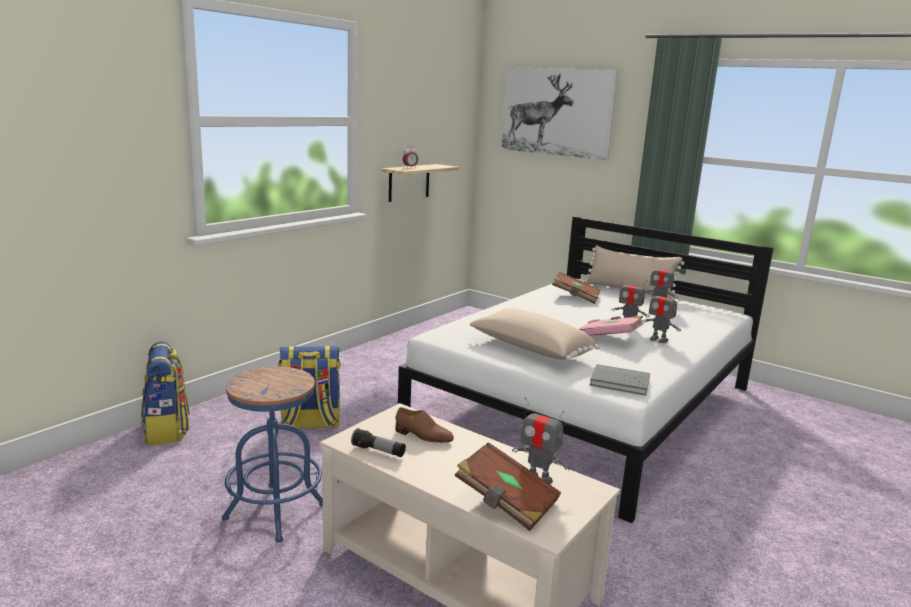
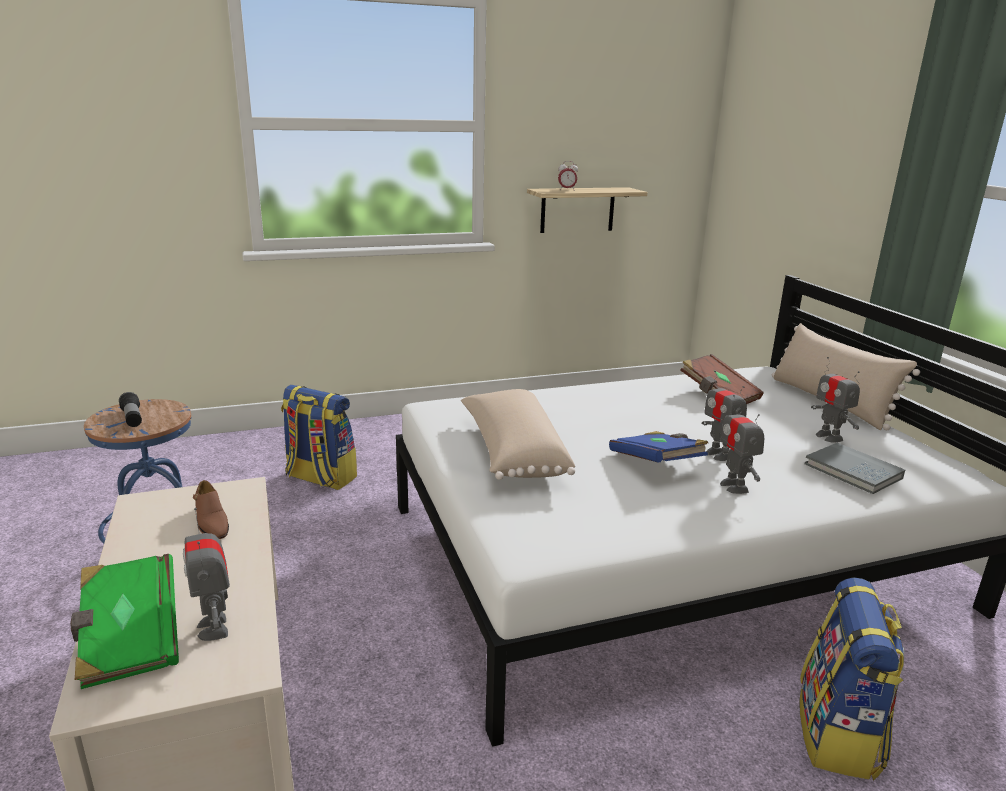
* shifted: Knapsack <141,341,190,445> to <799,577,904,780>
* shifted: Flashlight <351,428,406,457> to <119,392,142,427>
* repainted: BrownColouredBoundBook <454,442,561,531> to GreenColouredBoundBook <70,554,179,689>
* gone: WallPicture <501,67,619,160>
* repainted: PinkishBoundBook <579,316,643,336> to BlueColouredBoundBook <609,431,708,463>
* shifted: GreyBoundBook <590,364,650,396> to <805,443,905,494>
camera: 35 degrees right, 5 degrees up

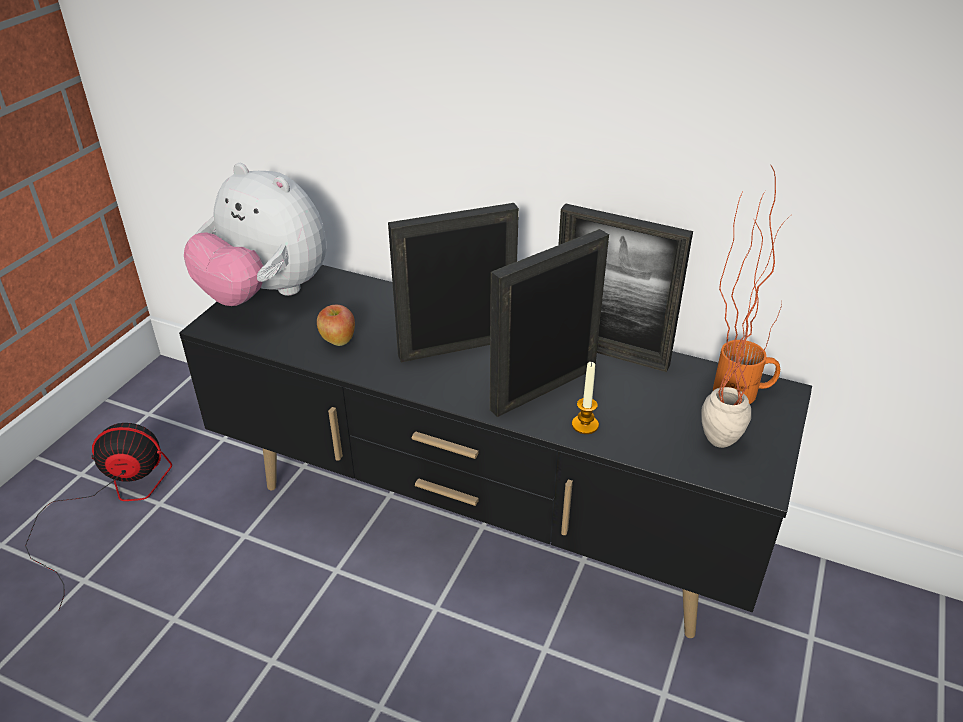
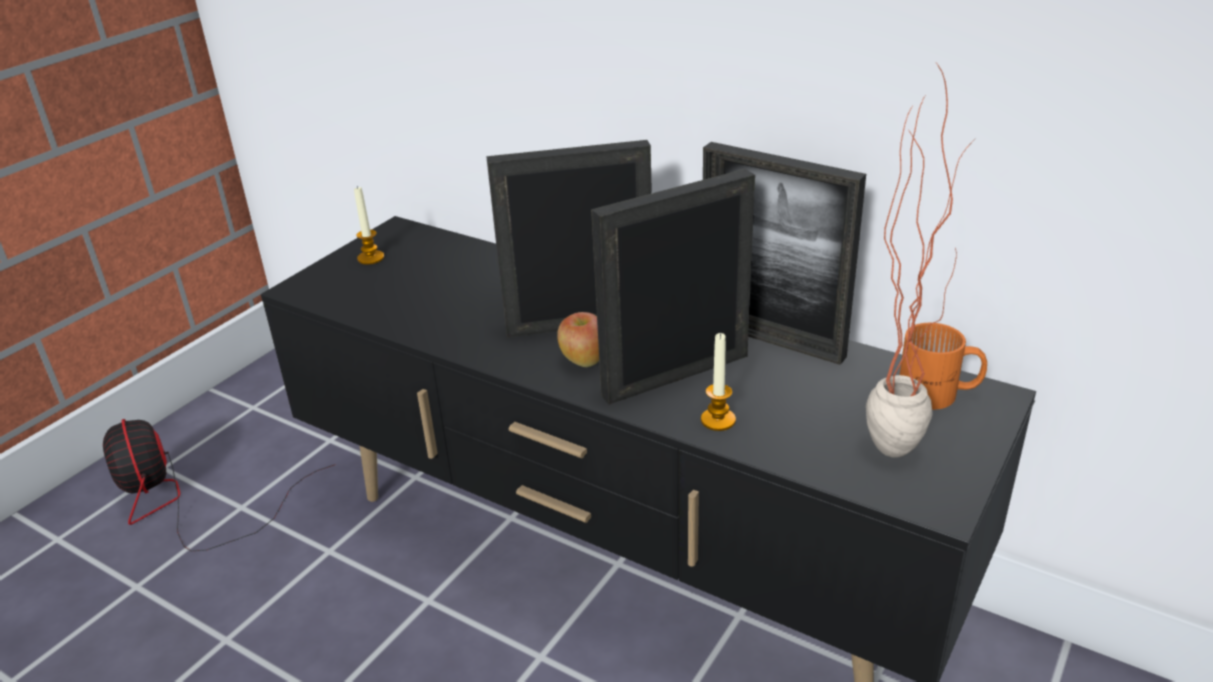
* rotated: ElectricFan <25,423,172,610> = <103,419,335,551> 120 degrees counterclockwise
* swapped: SoftToy <184,163,327,306> to Candle <354,186,384,265>
* shifted: WholeApple <317,305,355,346> to <557,312,599,367>
camera: 10 degrees right, 5 degrees down

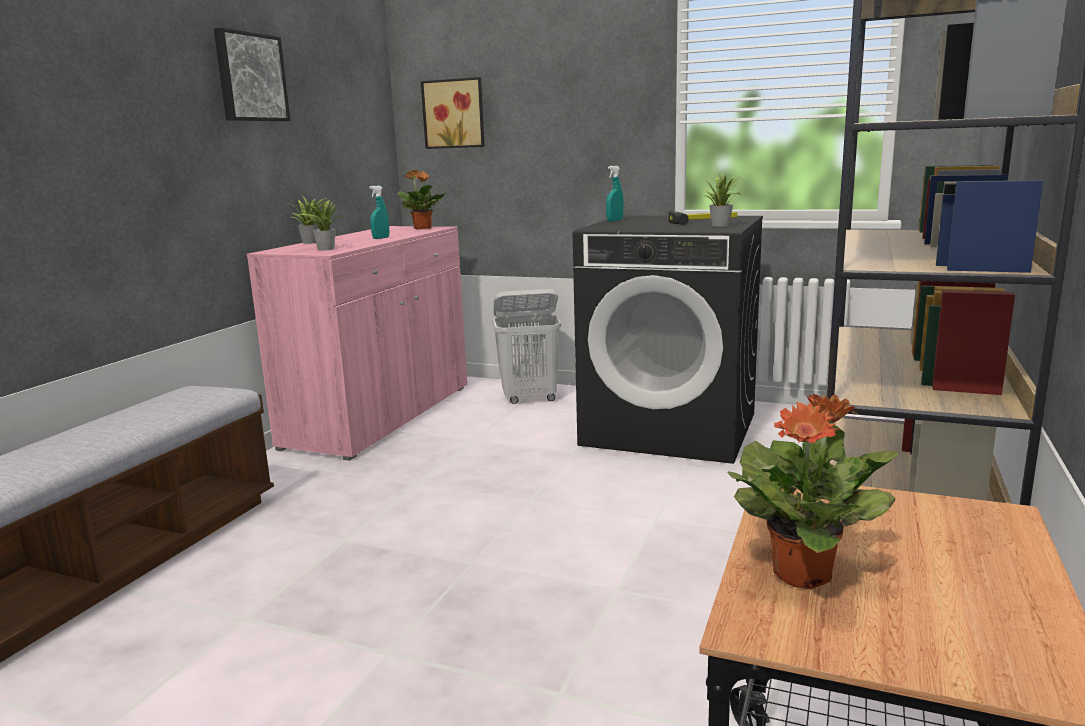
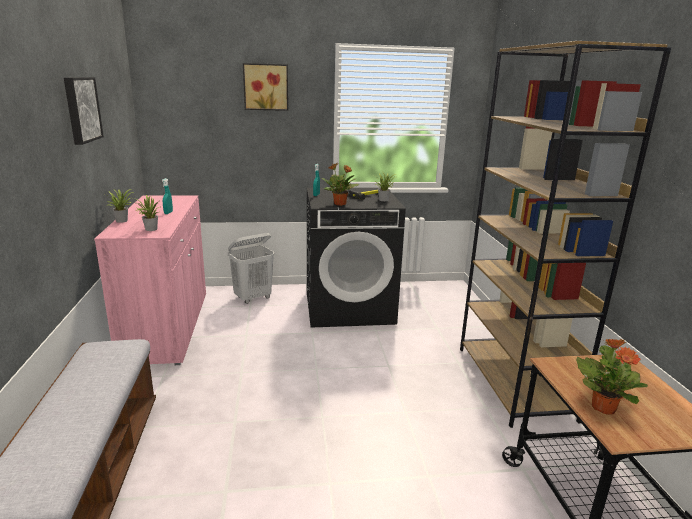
* shifted: PlantInAPot <398,170,446,229> to <322,163,359,206>
* shifted: WallPicture <421,77,485,149> to <243,63,288,111>
camera: 30 degrees left, 5 degrees up

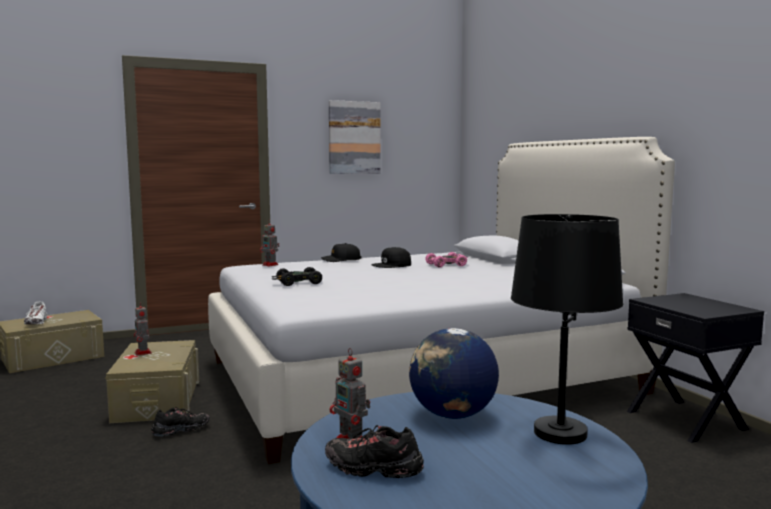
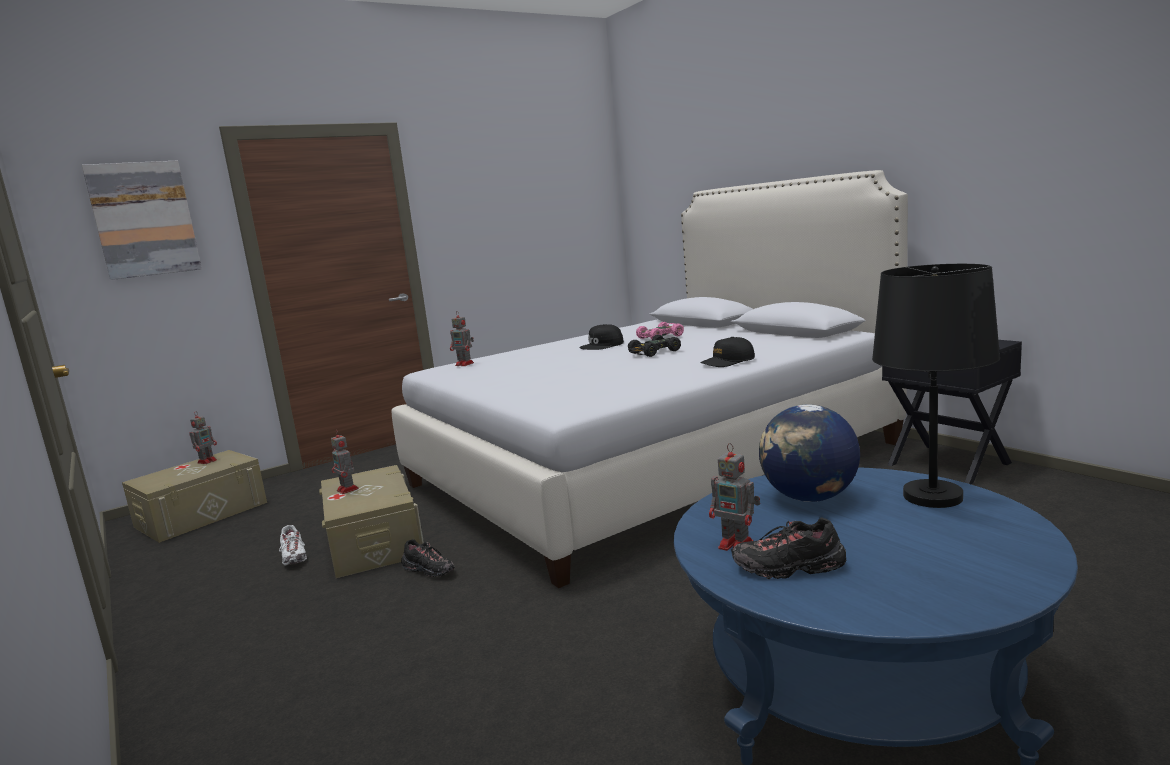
* shifted: WhiteItemOfFootwear <24,301,47,325> to <279,525,307,566>
* rotated: BlackishItemOfFootwear <151,407,210,437> = <401,539,455,577> 75 degrees clockwise
* shifted: BlackishModelCar <271,267,322,286> to <628,335,681,357>
* shifted: BlackishPeakedCap <321,243,361,262> to <700,337,755,367>
* shifted: WallPicture <329,100,381,174> to <82,160,202,280>
* new: ModelRobot <189,411,217,464>
camera: 10 degrees left, 5 degrees up

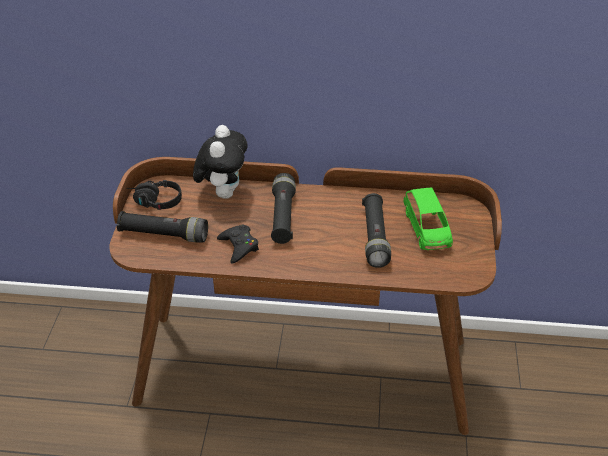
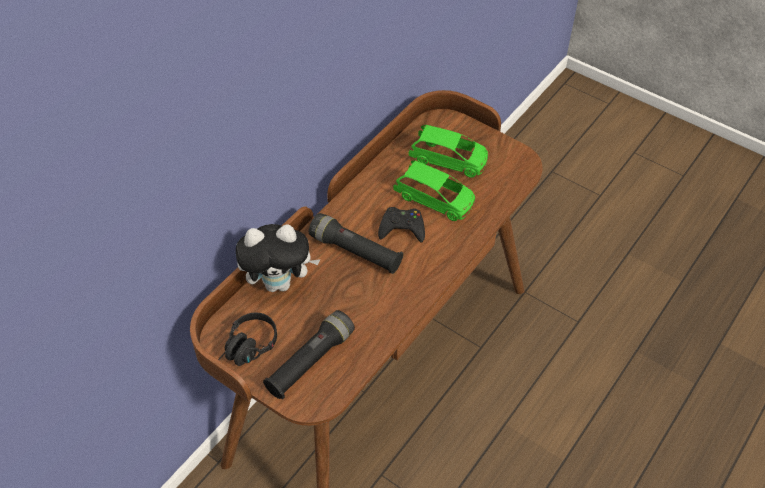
* rotated: SoftToy <193,125,247,199> = <236,224,321,292> 135 degrees clockwise
* shifted: BlackishJoypad <217,225,259,263> to <378,207,425,243>
* swapped: BlackishFlashlight <362,193,391,268> to GreenColouredModelCar <393,160,475,221>
camera: 60 degrees left, 10 degrees up

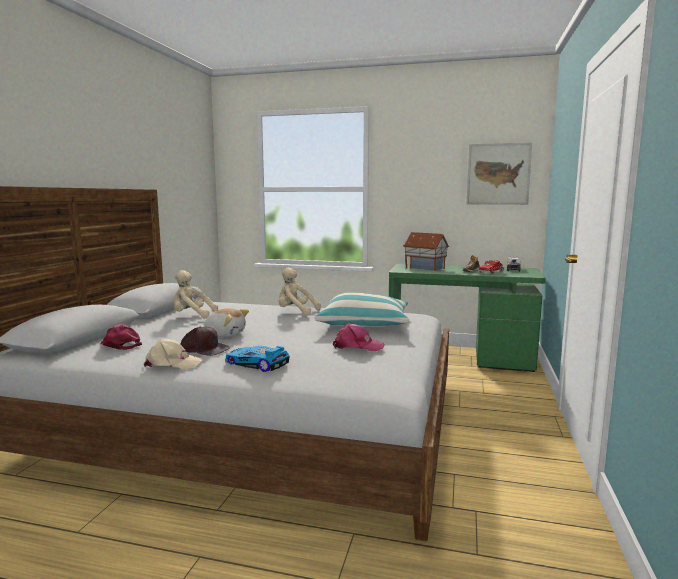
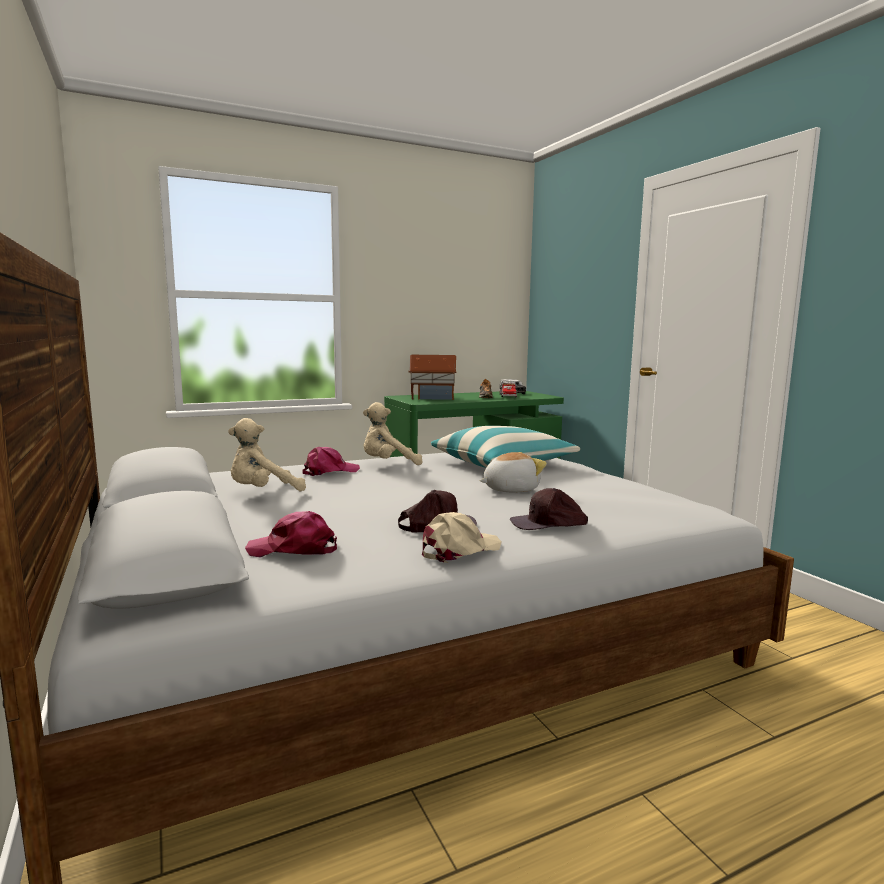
* shifted: SoftToy <203,308,249,337> to <480,452,547,492>
* swapped: ModelCar <225,345,290,372> to BrownColouredPeakedCap <510,488,588,530>
* shifted: PinkishPeakedCap <333,324,385,352> to <303,447,360,476>
* gone: WallPicture <467,143,532,205>
camera: 40 degrees left, 0 degrees up

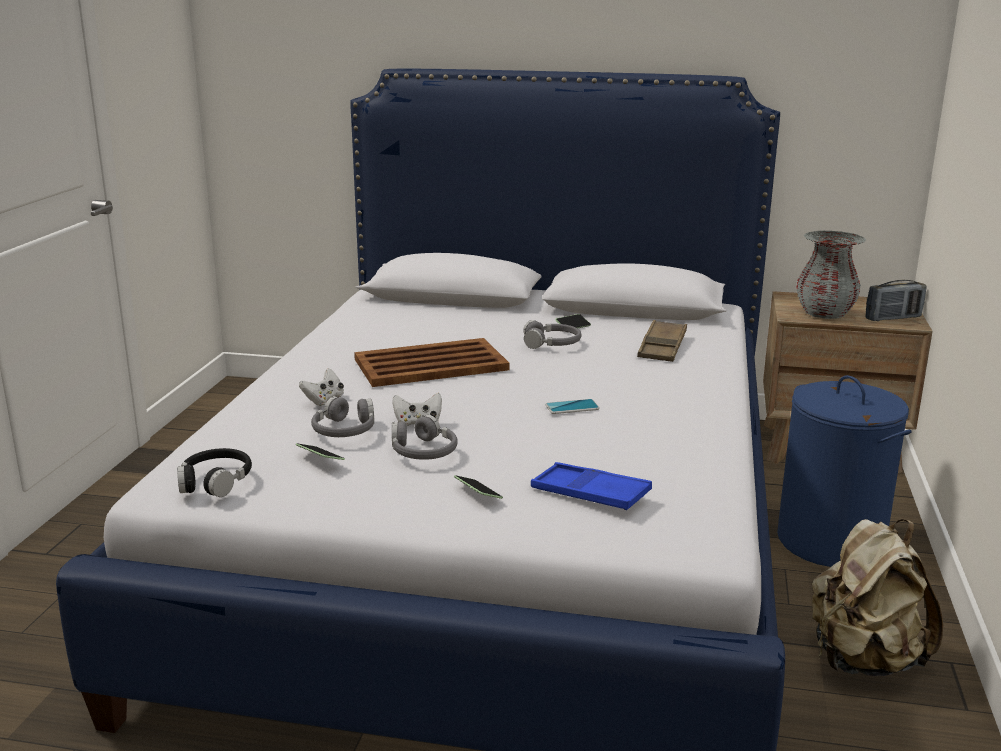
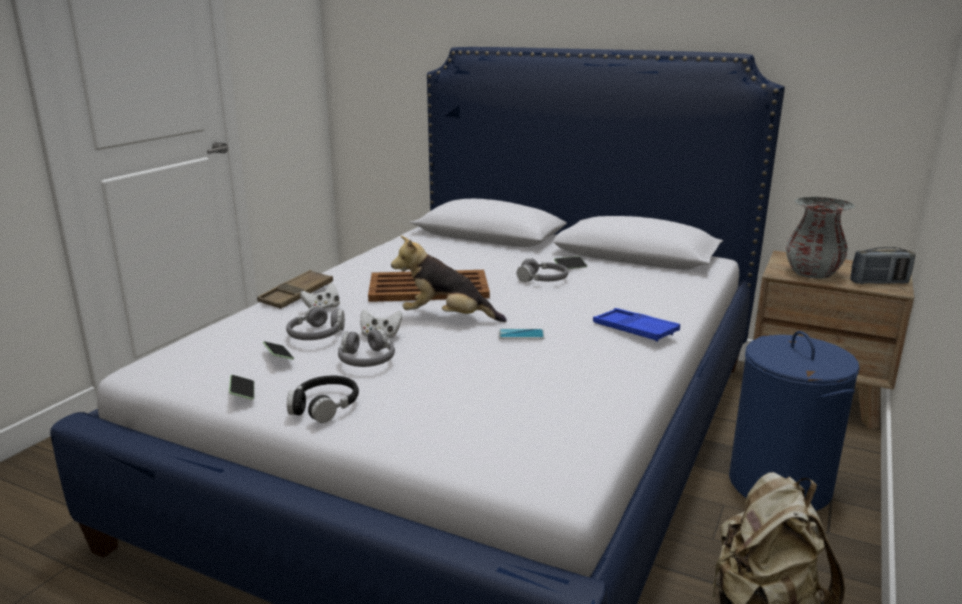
* shifted: BlackishHeadphones <177,448,252,497> to <287,376,359,423>
* shifted: Telephone <454,475,503,499> to <229,375,254,400>
* shifted: BlueColouredServingTray <531,462,652,510> to <593,308,680,342>
* shifted: BrownColouredServingTray <637,320,687,362> to <257,270,333,309>
* new: SoftToy <391,236,507,322>
camera: 15 degrees right, 0 degrees up

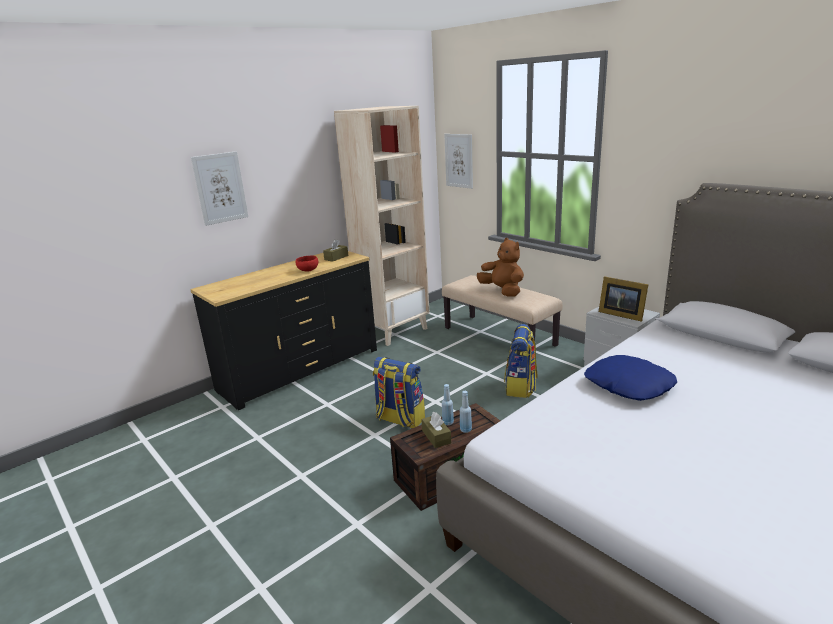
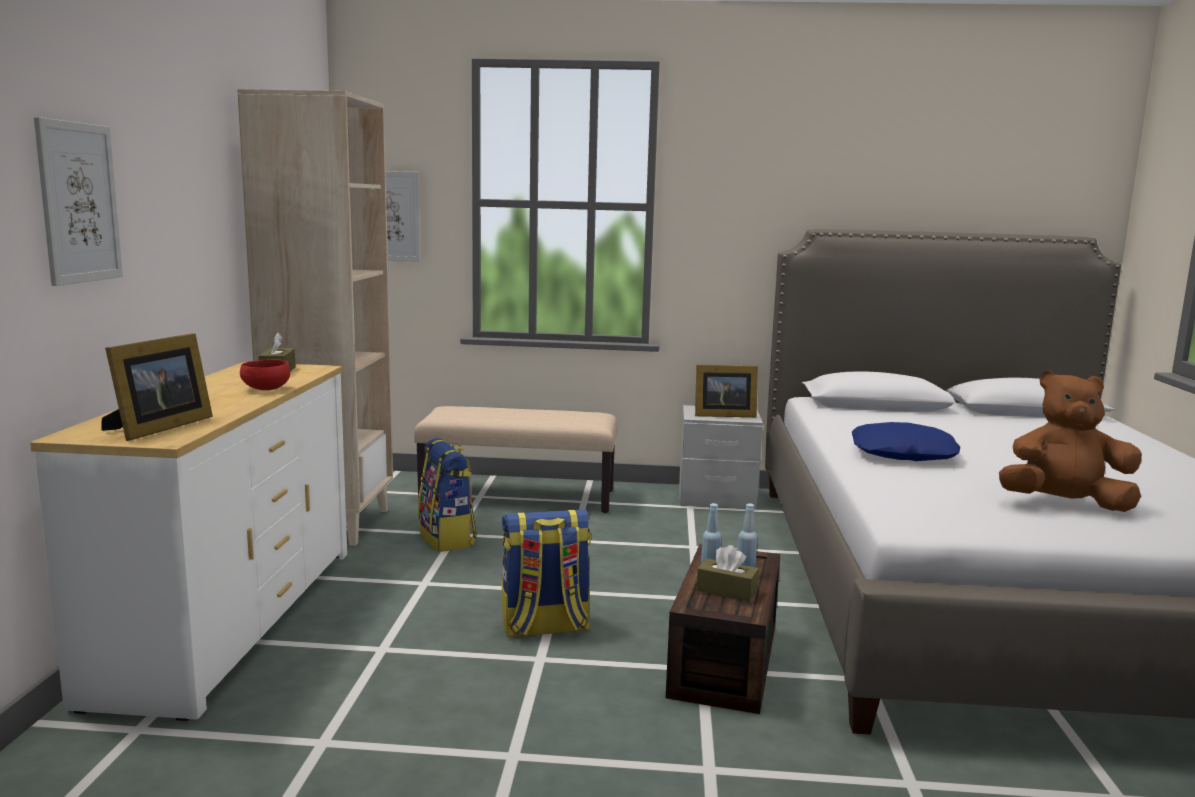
* repainted: BlackishDresser <190,251,377,410> to WhiteDresser <30,362,347,721>
* shifted: BrownColouredSoftToy <477,238,524,297> to <999,370,1142,512>
* shifted: Knapsack <504,324,538,398> to <417,438,477,552>
* new: PictureFrame <102,333,213,441>
camera: 45 degrees left, 10 degrees down

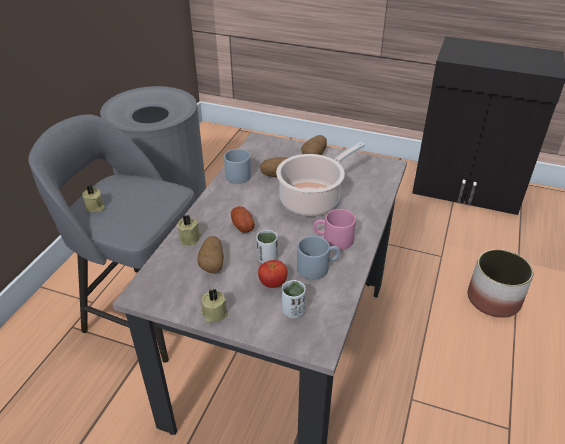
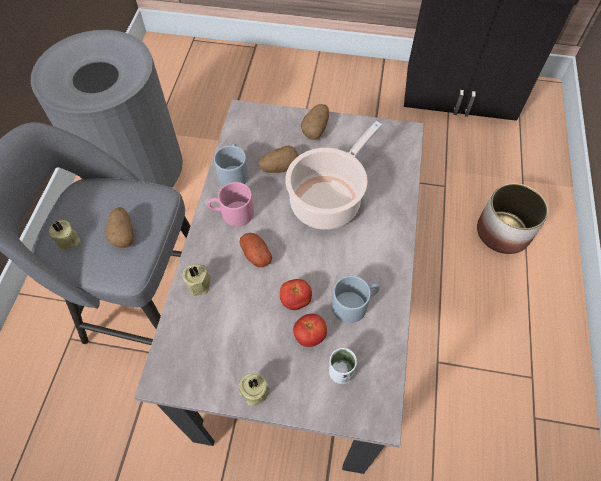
* shifted: Spud <197,236,224,273> to <106,207,133,248>
* swapped: WhiteCup <256,230,278,263> to Tomato <280,279,312,310>
* shifted: PinkishMug <313,209,356,250> to <207,182,254,227>
camera: 10 degrees left, 20 degrees up

